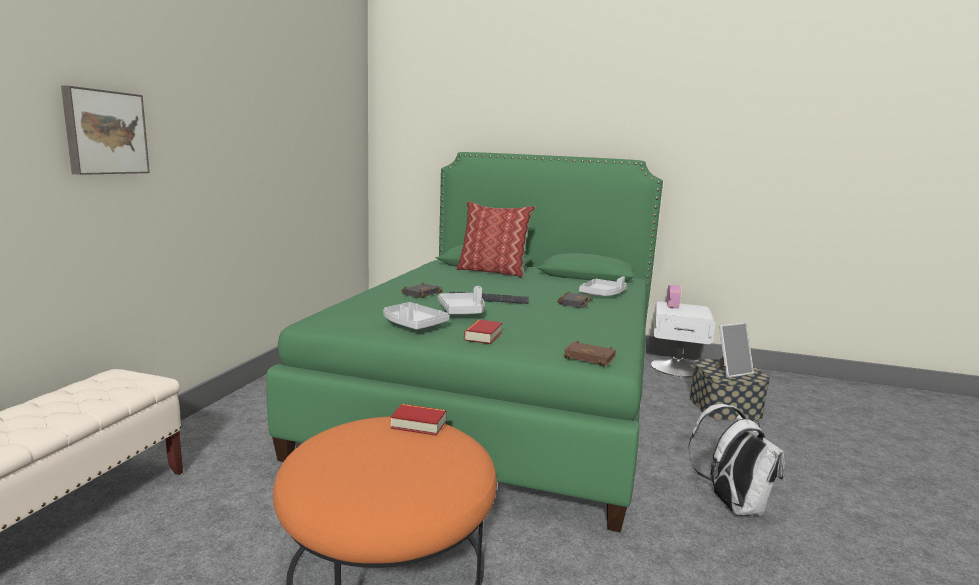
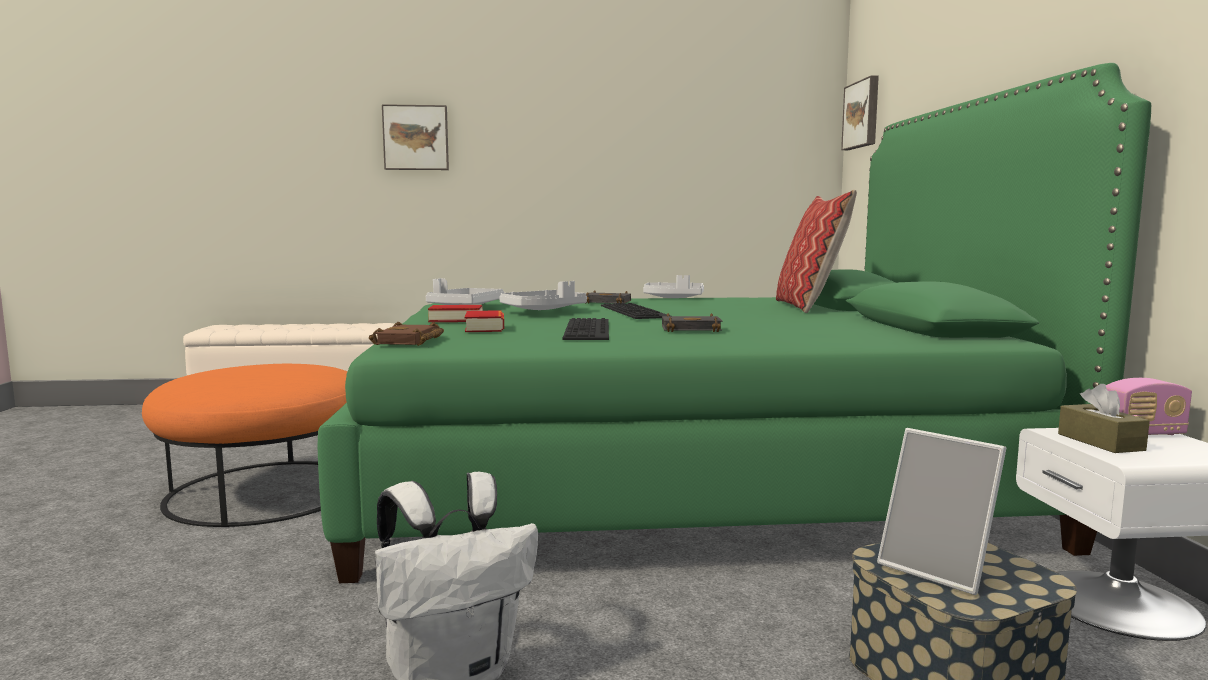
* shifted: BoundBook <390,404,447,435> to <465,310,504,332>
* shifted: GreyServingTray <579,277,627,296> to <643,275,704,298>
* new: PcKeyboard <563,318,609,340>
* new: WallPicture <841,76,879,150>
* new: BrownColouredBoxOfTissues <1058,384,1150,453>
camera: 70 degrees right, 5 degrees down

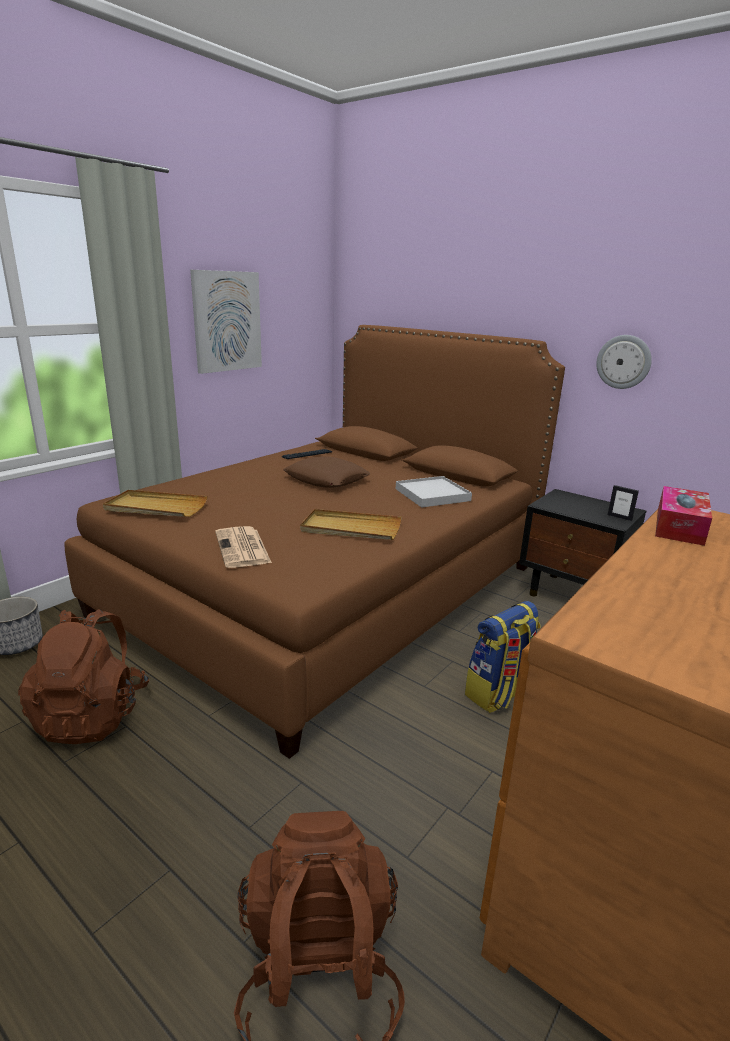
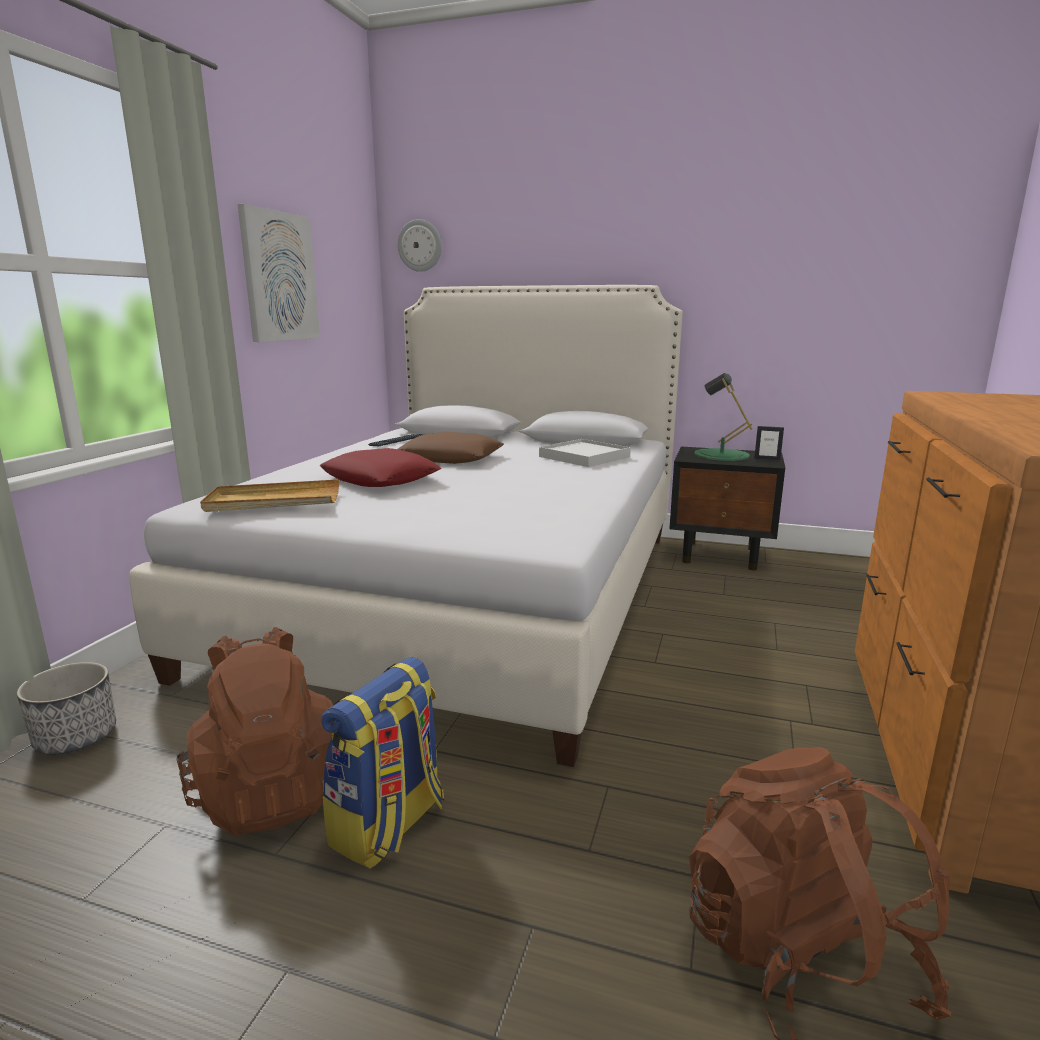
* repainted: BrownColouredSleepingBed <64,325,565,759> to WhiteSleepingBed <129,285,683,767>
* gone: DailyPaper <215,526,272,568>
* gone: SandColouredServingTray <300,509,402,540>
* shifted: Knapsack <465,601,541,713> to <321,657,444,869>
* shifted: WallClock <596,335,652,389> to <397,219,442,272>
* gone: BoxOfTissues <655,486,712,546>
* new: ReddishPillow <320,448,441,487>
* new: GreenColouredTabletopLamp <694,373,752,461>
camera: 20 degrees left, 5 degrees down

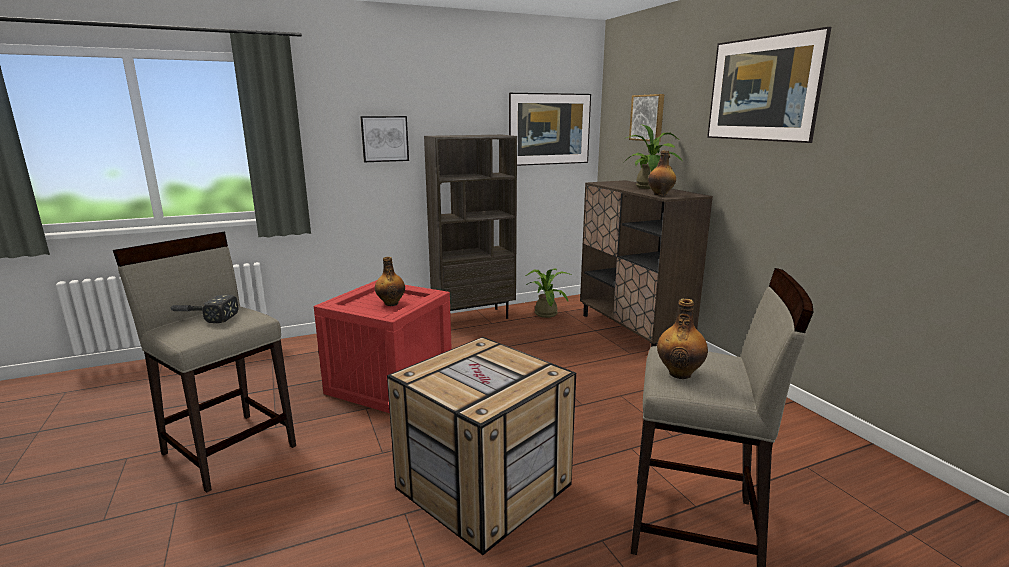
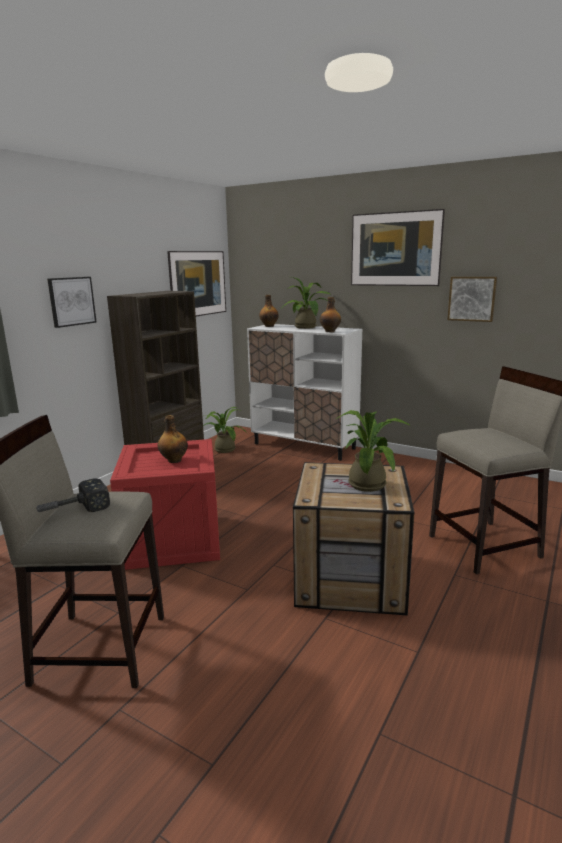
* repainted: BrownColouredCupboard <580,180,713,347> to WhiteCupboard <247,324,362,460>
* shifted: WallPicture <629,94,664,142> to <448,277,497,322>
* shifted: BeverageBottle <657,299,708,379> to <259,295,279,327>
* new: PlantInAPot <336,410,411,492>
camera: 35 degrees left, 0 degrees up

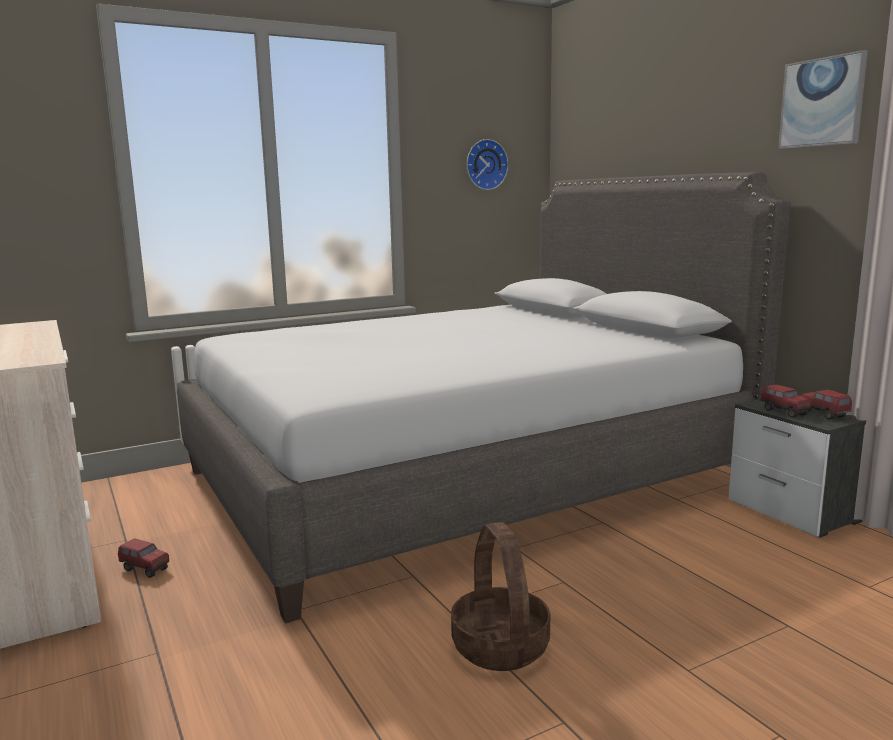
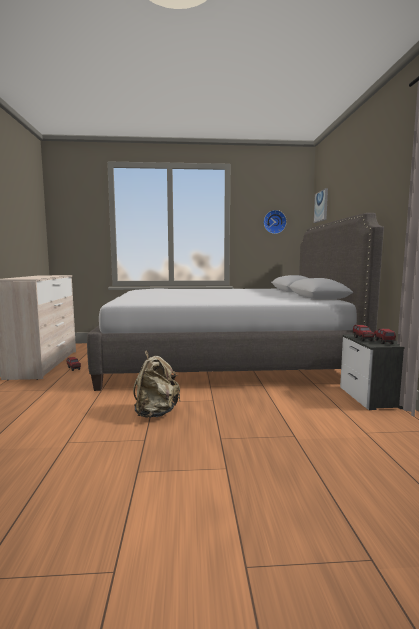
* swapped: HouseholdBasket <451,522,550,671> to SandColouredKnapsack <133,350,180,418>
* shifted: WallPicture <778,50,868,149> to <314,188,328,223>
camera: 25 degrees right, 5 degrees down

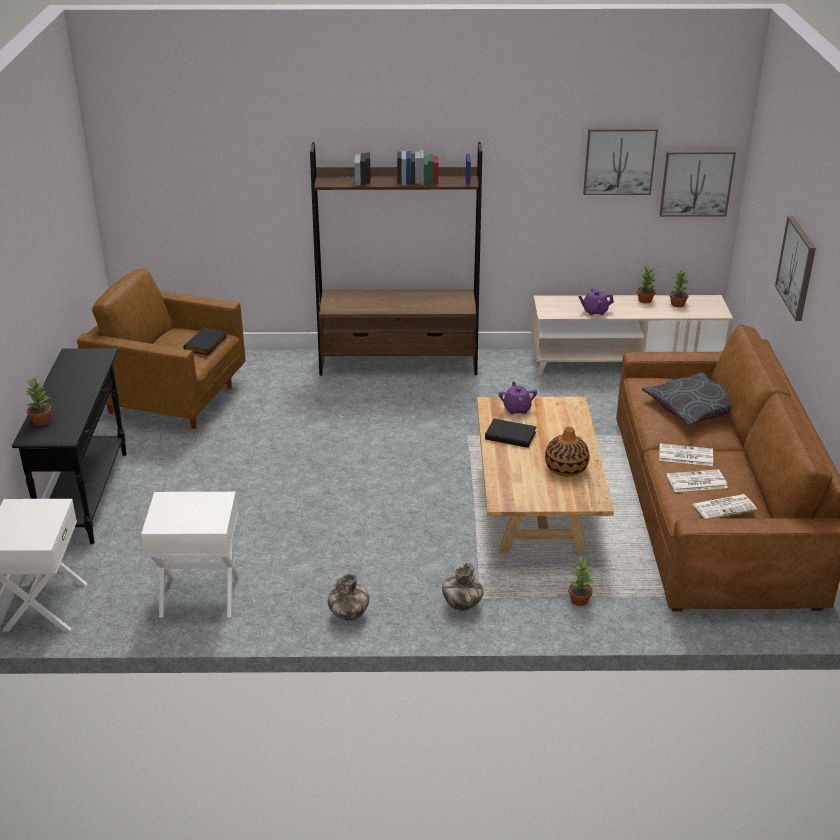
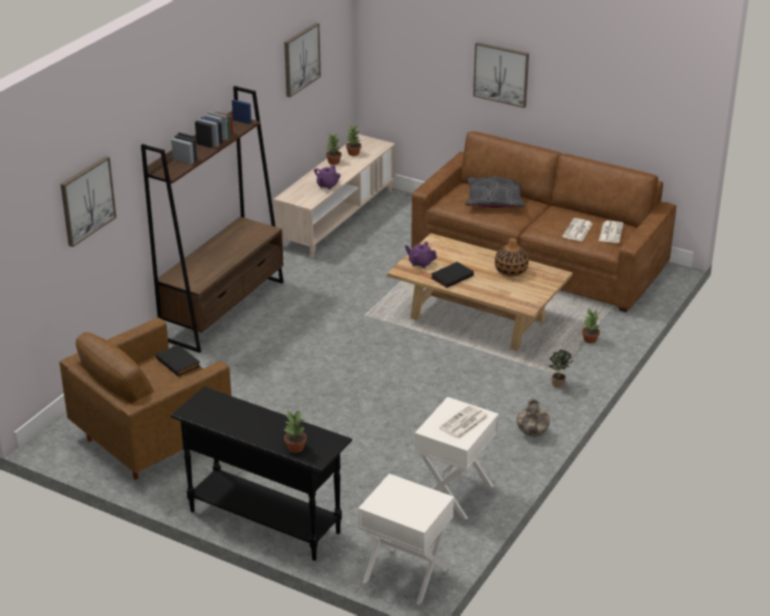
* swapped: DecorativeVase <442,563,484,611> to PlantInAPot <549,349,574,388>
* shifted: WallPicture <659,151,736,217> to <61,156,116,247>
* shifted: DailyPaper <659,443,713,466> to <439,405,488,439>
camera: 60 degrees left, 0 degrees up

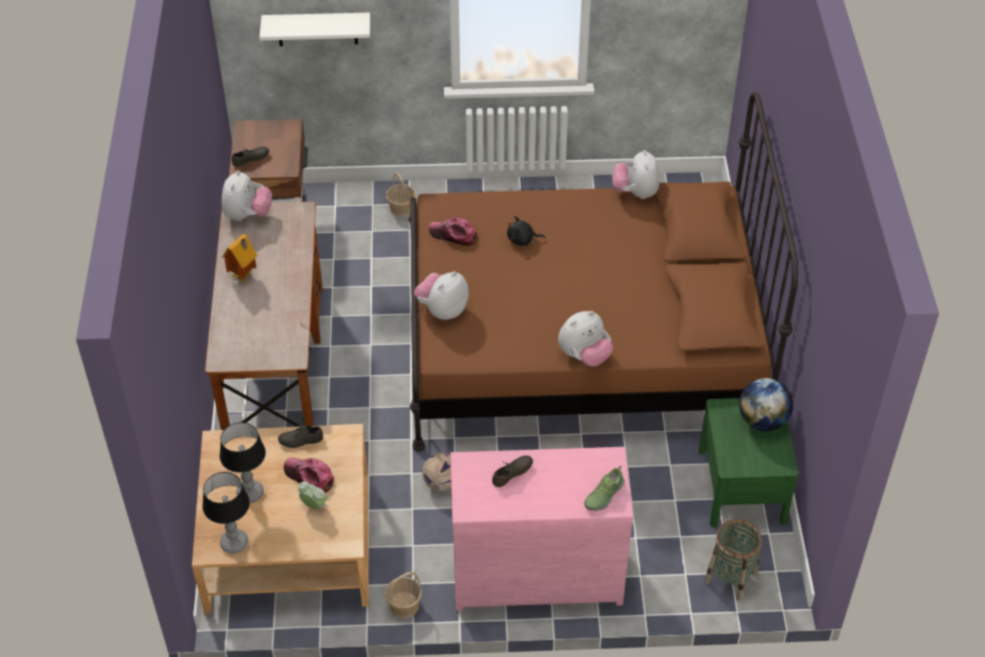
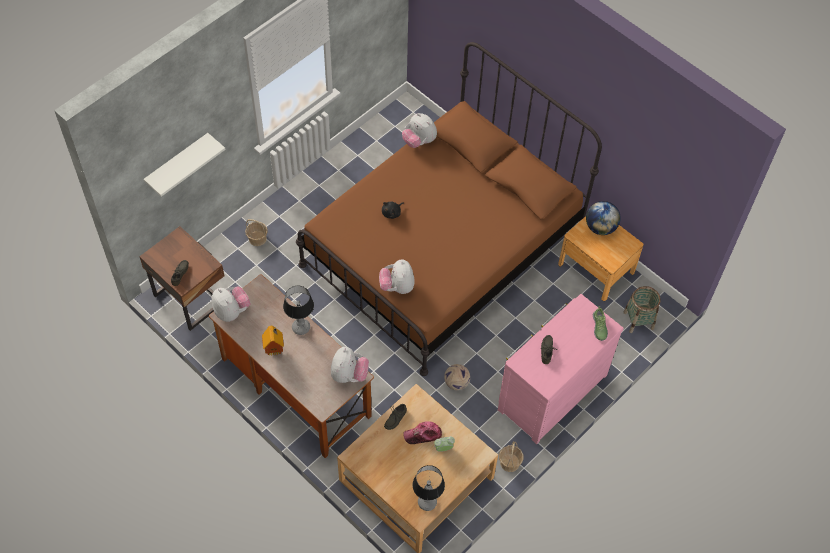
* shifted: TabletopLamp <219,422,266,503> to <283,286,314,335>
* gone: PeakedCap <429,217,478,246>
* shifted: SoftToy <558,311,613,367> to <331,347,369,383>
* repainted: GreenColouredNightTable <699,398,798,527> to BrownColouredNightTable <558,216,644,301>
camera: 45 degrees left, 10 degrees up

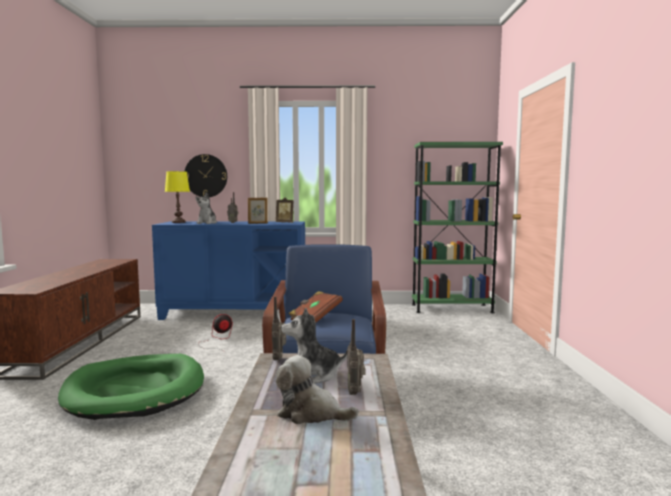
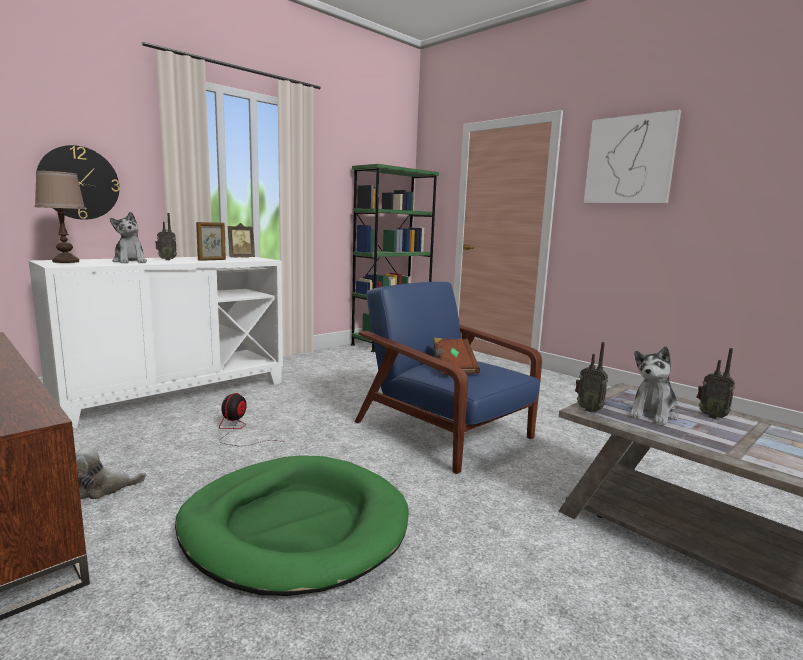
* repainted: BlueColouredCupboard <152,221,305,320> to WhiteCupboard <28,256,283,429>
* repainted: YellowTabletopLamp <165,171,190,223> to BrownColouredTabletopLamp <35,171,85,263>
* shifted: SoftToy <276,355,359,424> to <75,448,146,499>
* new: WallPicture <584,110,681,203>
camera: 45 degrees left, 5 degrees up

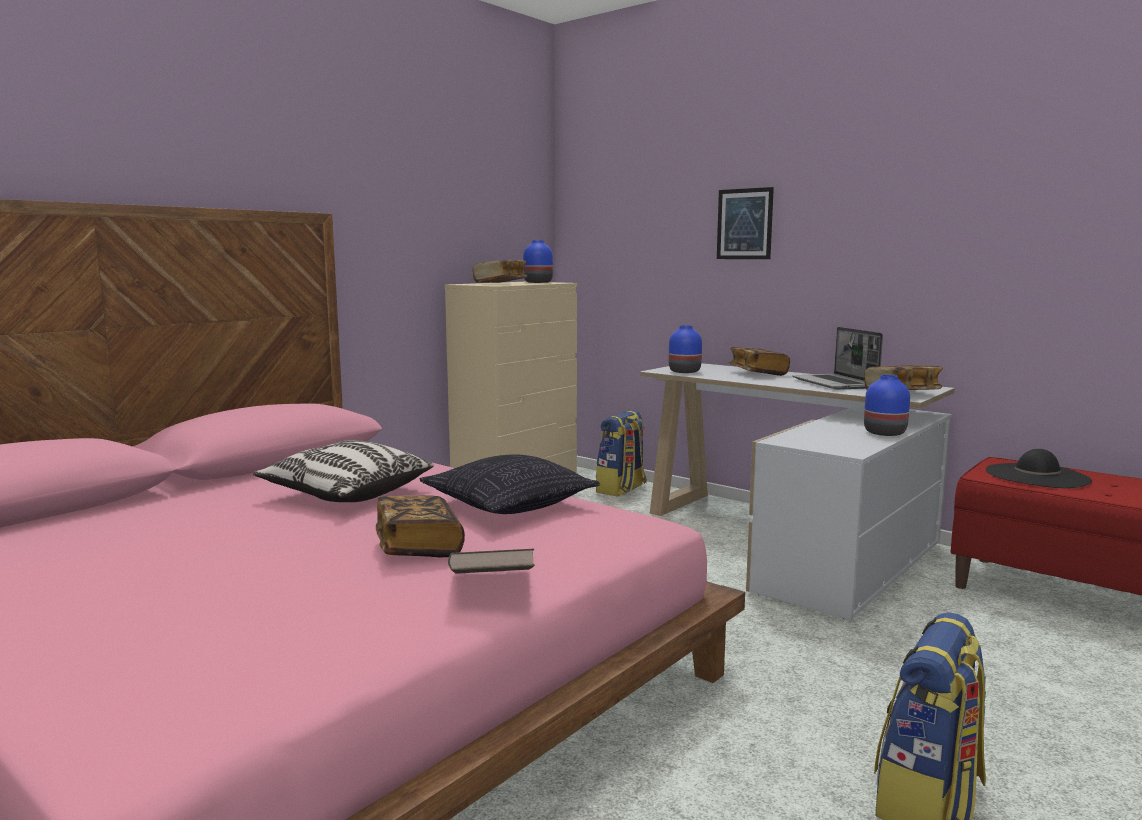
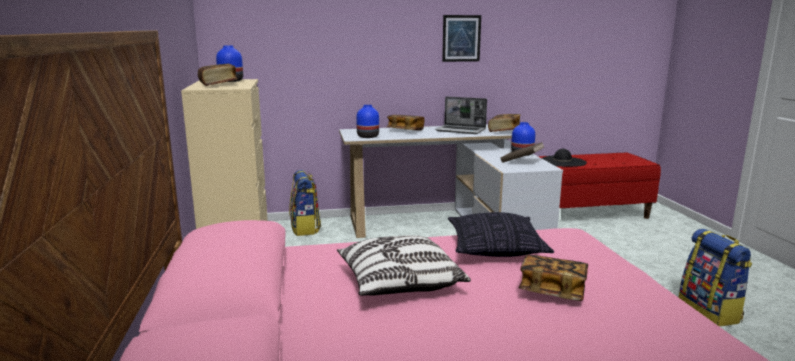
* shifted: BrownColouredBoundBook <448,549,535,574> to <501,142,544,163>
* shifted: WallPicture <717,187,774,259> to <442,15,481,62>
camera: 50 degrees left, 5 degrees up

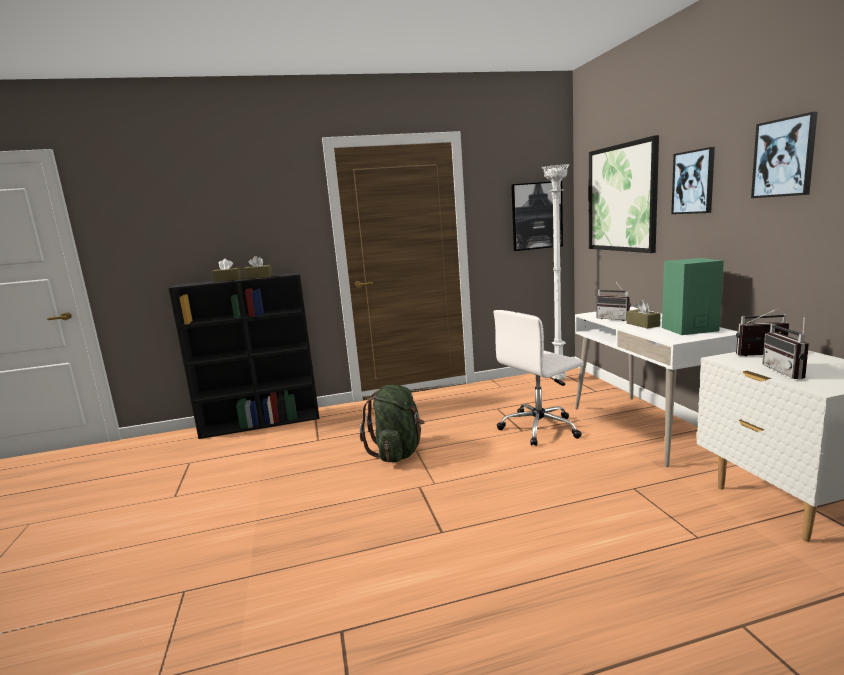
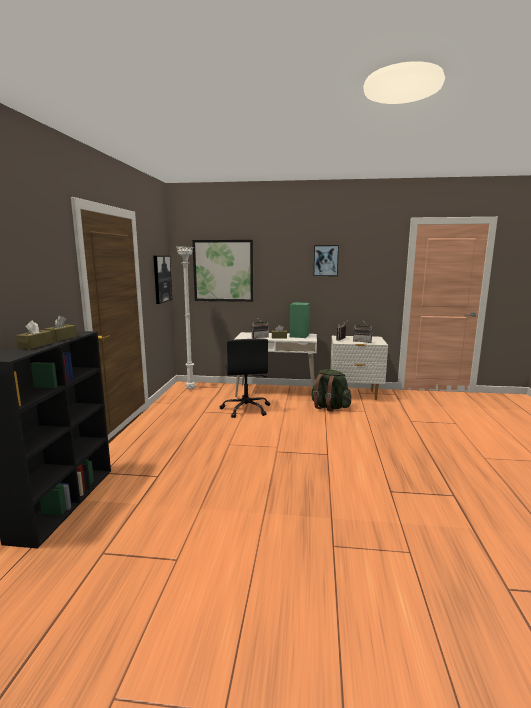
* shifted: GreenColouredKnapsack <360,385,425,463> to <312,369,351,412>
* repainted: WhiteDeskChair <494,310,583,446> to BlackishDeskChair <220,339,270,418>
* gone: WallPicture <671,147,715,214>
camera: 70 degrees left, 0 degrees up

